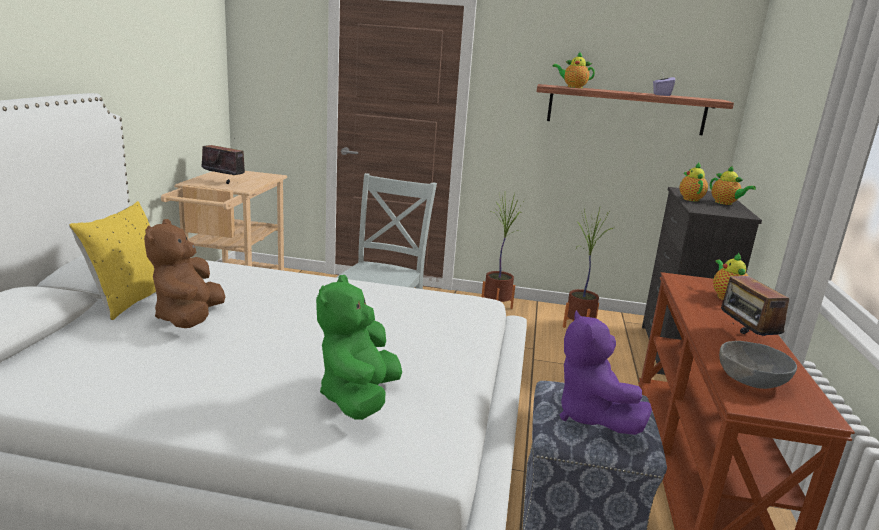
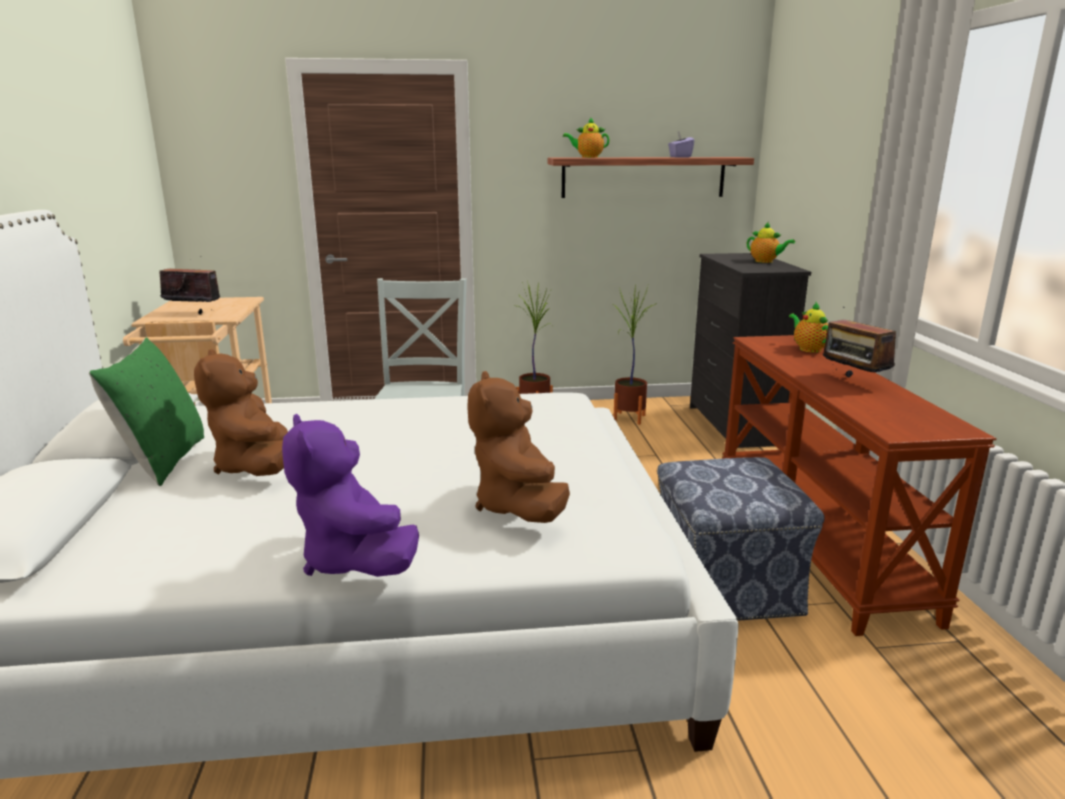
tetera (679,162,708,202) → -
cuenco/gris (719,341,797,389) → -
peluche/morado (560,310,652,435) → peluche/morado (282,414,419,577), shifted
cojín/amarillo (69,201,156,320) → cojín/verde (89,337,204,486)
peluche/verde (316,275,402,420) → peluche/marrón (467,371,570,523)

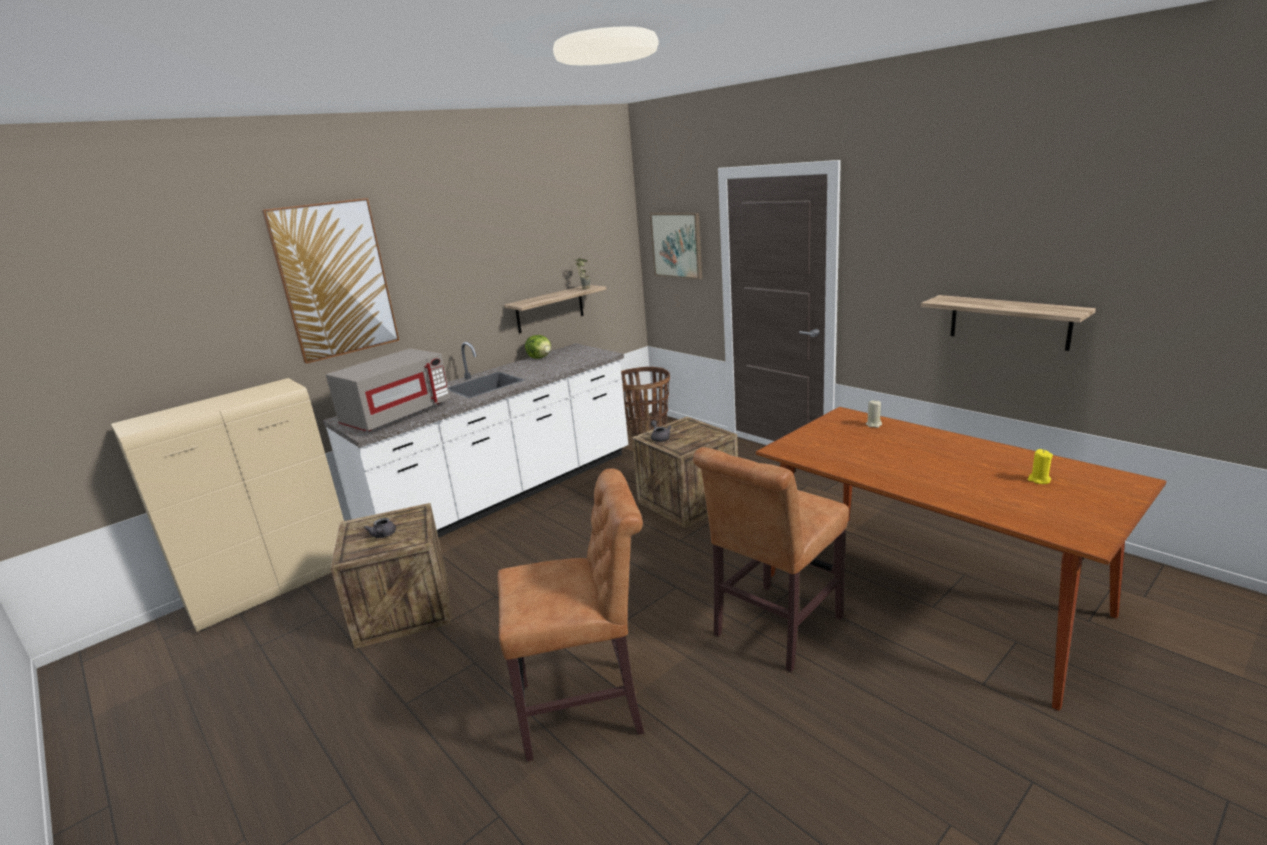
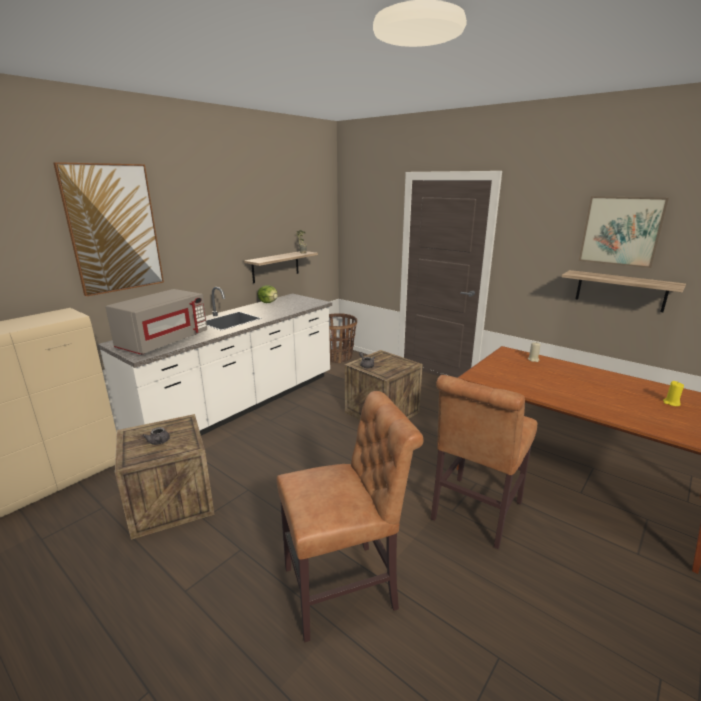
cuadro (650,213,702,279) → cuadro (579,196,669,268), shifted

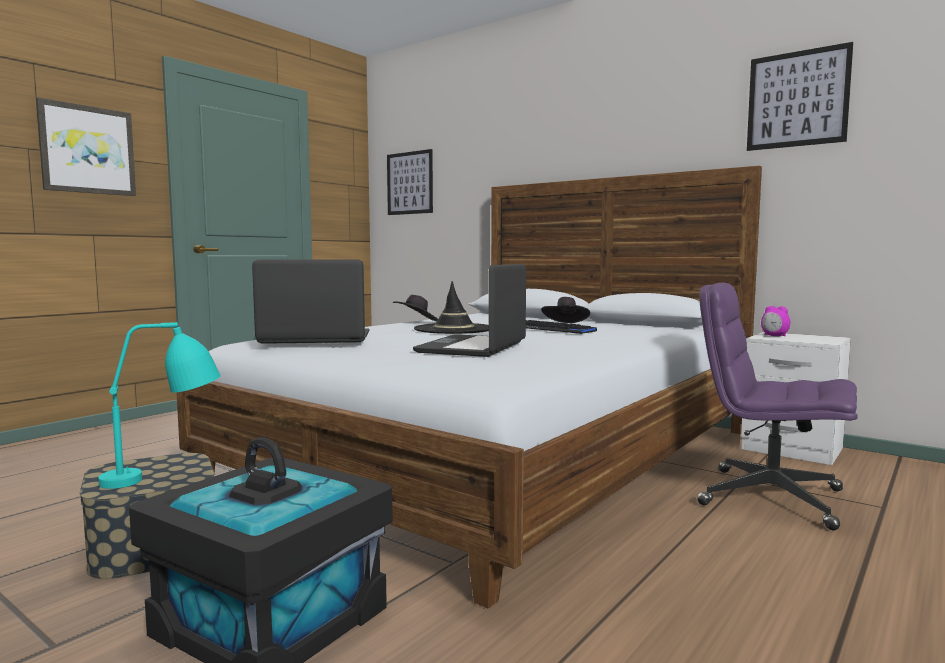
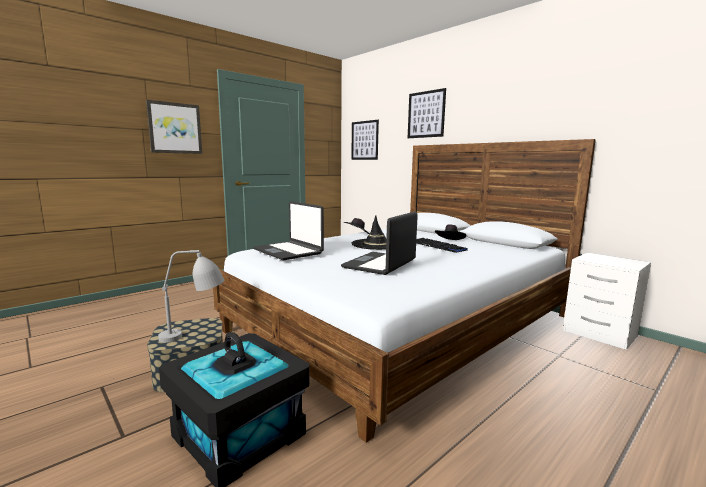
silla de oficina/morado (697,283,858,530) → -
despertador (761,306,790,336) → -
cuadro (747,42,853,151) → cuadro (408,88,446,138), shifted
lámpara de mesa/turquesa (98,322,221,489) → lámpara de mesa/gris (158,250,224,343)
portátil (252,260,370,344) → portátil (253,201,324,260), 135 degrees counterclockwise

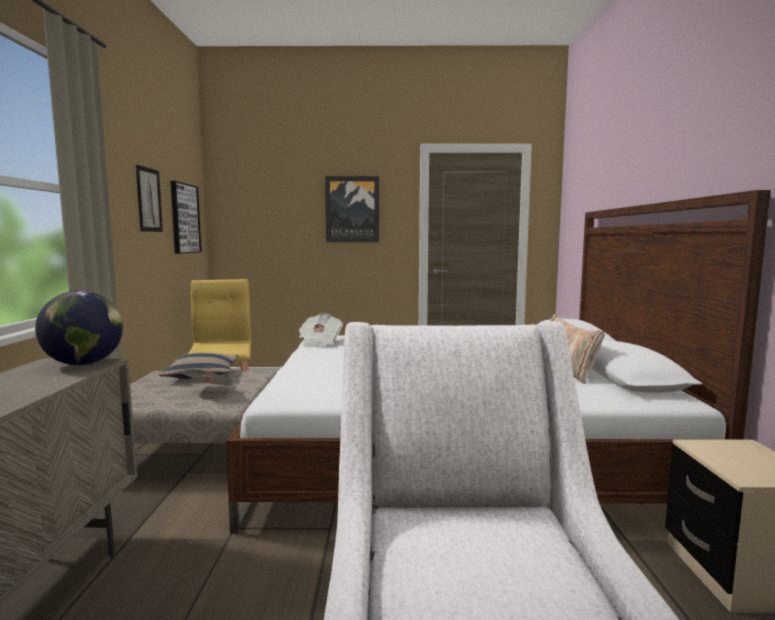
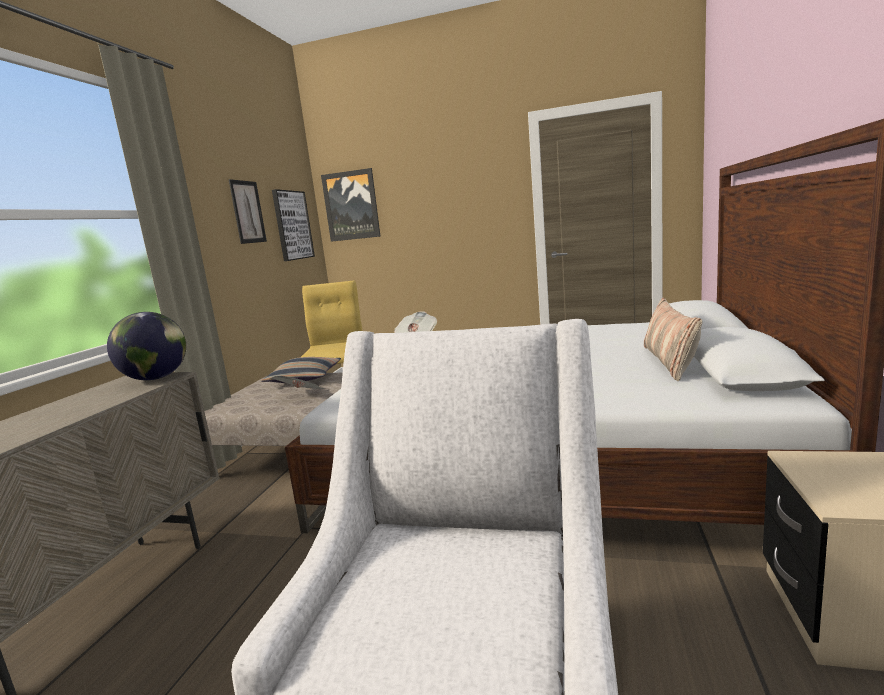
cuadro (325,176,379,242) → cuadro (321,168,380,242), shifted

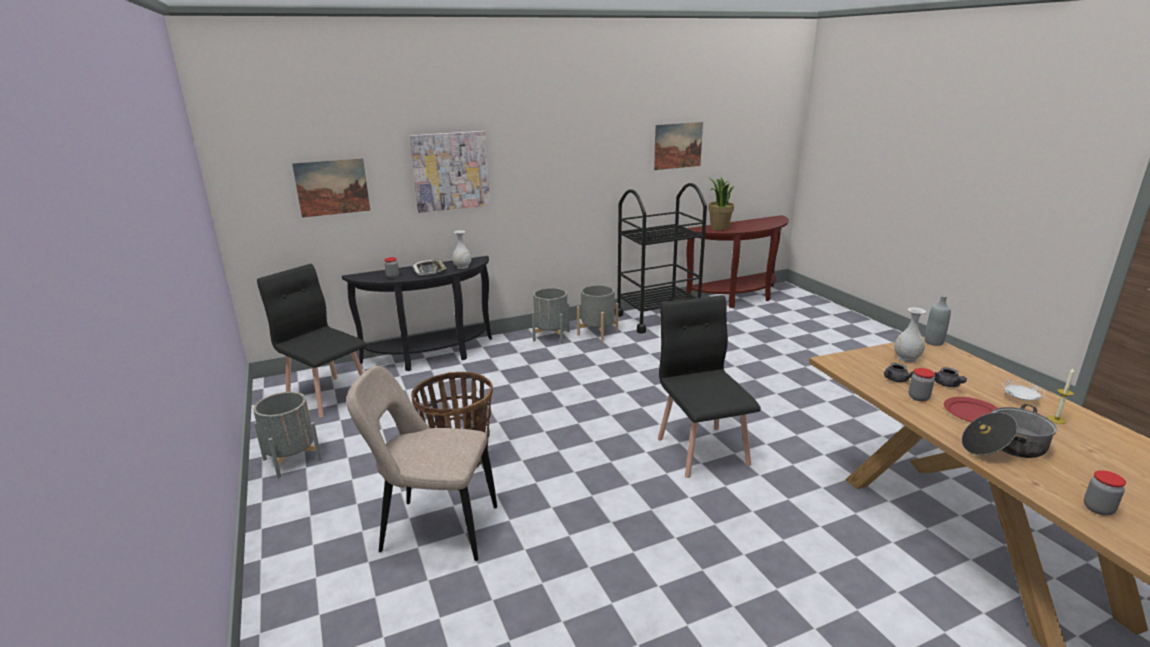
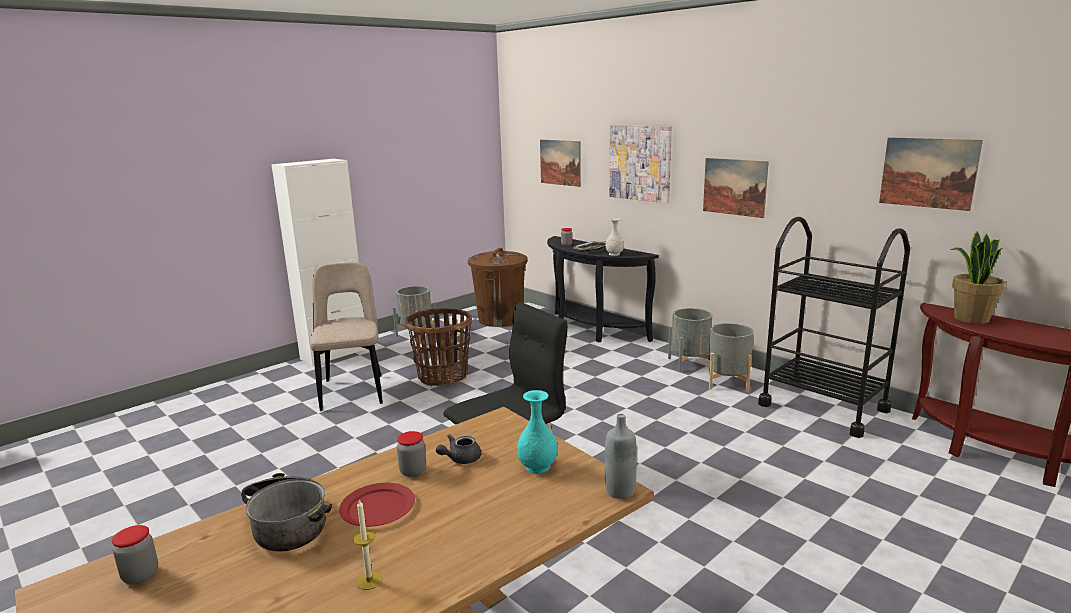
tetera/gris (934,367,967,387) → -
plato/blanco (1002,380,1045,400) → -
- → armario/blanco (271,159,368,366)
- → cuadro (703,158,769,218)
silla/negro (257,264,366,418) → papelera/marrón (468,248,528,327)
florero/blanco (894,307,926,362) → florero/turquesa (517,390,558,474)

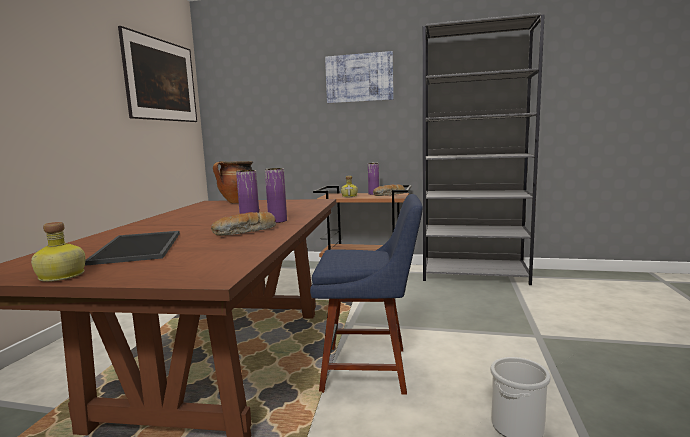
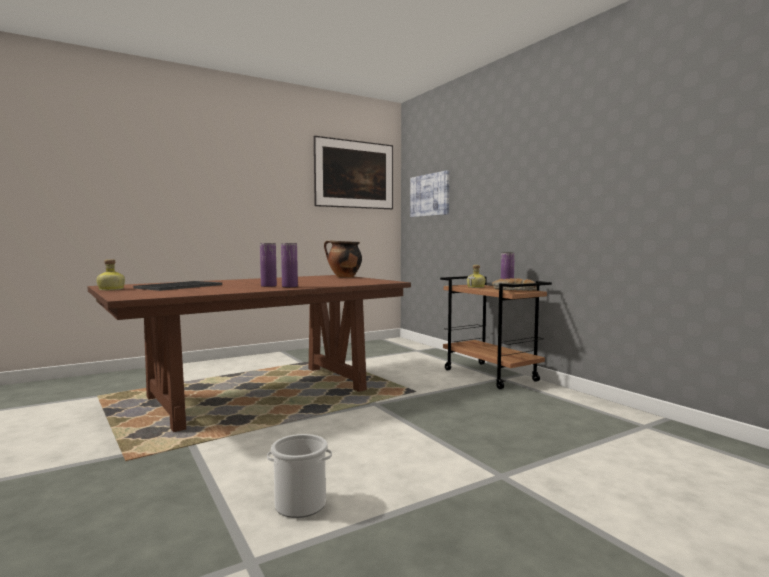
pan (211,211,276,236) → -
silla/azul (310,194,423,395) → -
estantería/gris (423,13,545,285) → -
cuadro (325,51,394,103) → cuadro (410,170,449,217), shifted

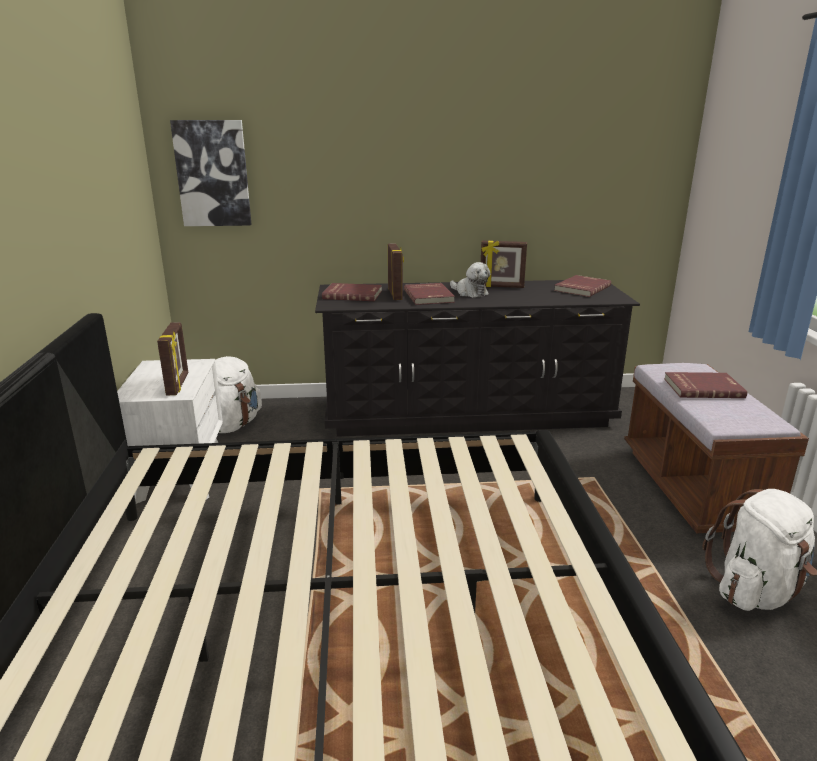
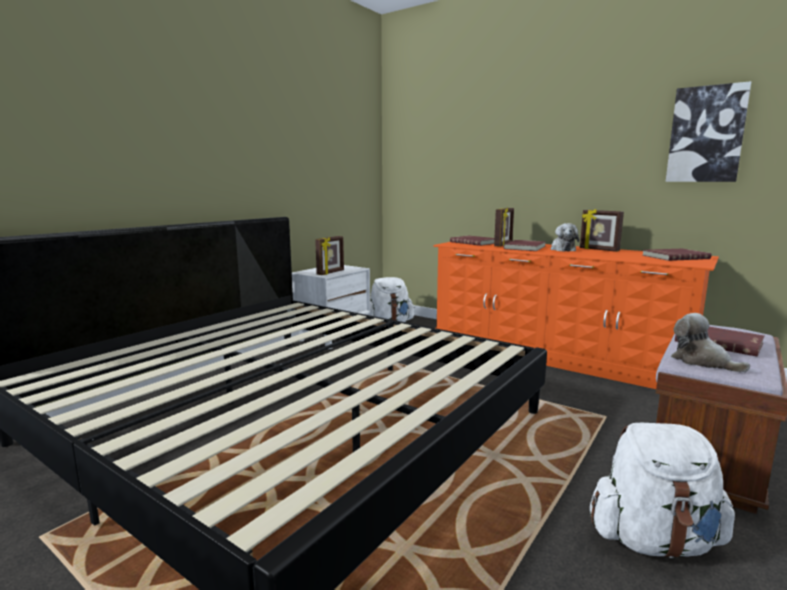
- → peluche (671,313,750,372)
cuadro (170,120,251,226) → cuadro (666,81,751,182), shifted
cómoda/negro (315,280,640,437) → cómoda/naranja (433,242,719,389)

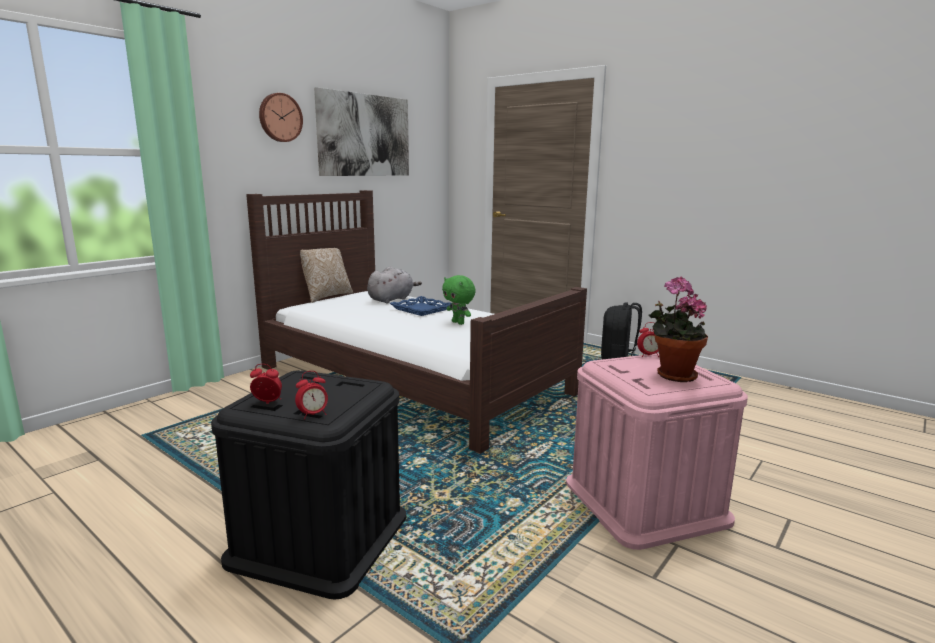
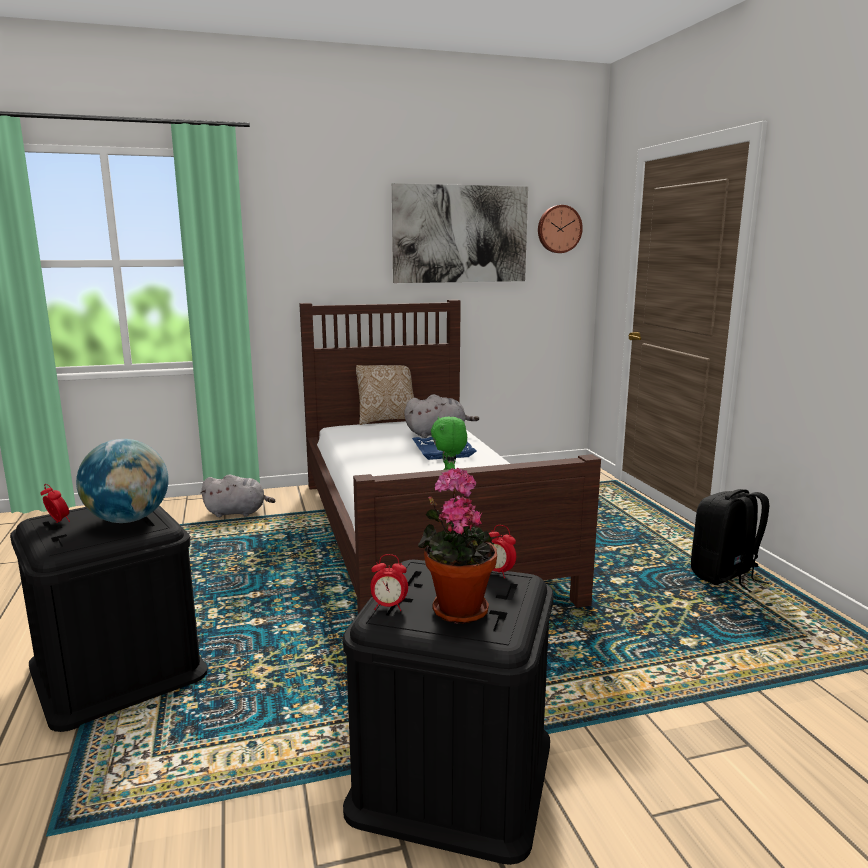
- → globo terráqueo (76,439,168,523)
- → peluche/gris (200,474,275,517)
reloj de pared (259,93,303,142) → reloj de pared (538,205,583,253), shifted
despertador (295,371,328,419) → despertador (371,554,408,611), shifted
caja de almacenaje/rosa (566,353,748,550) → caja de almacenaje/negro (343,560,554,865)

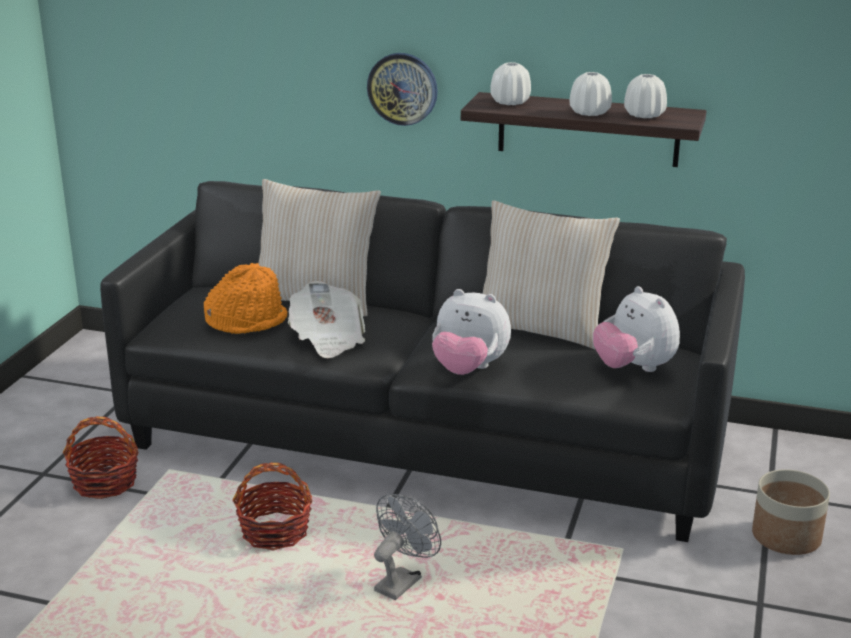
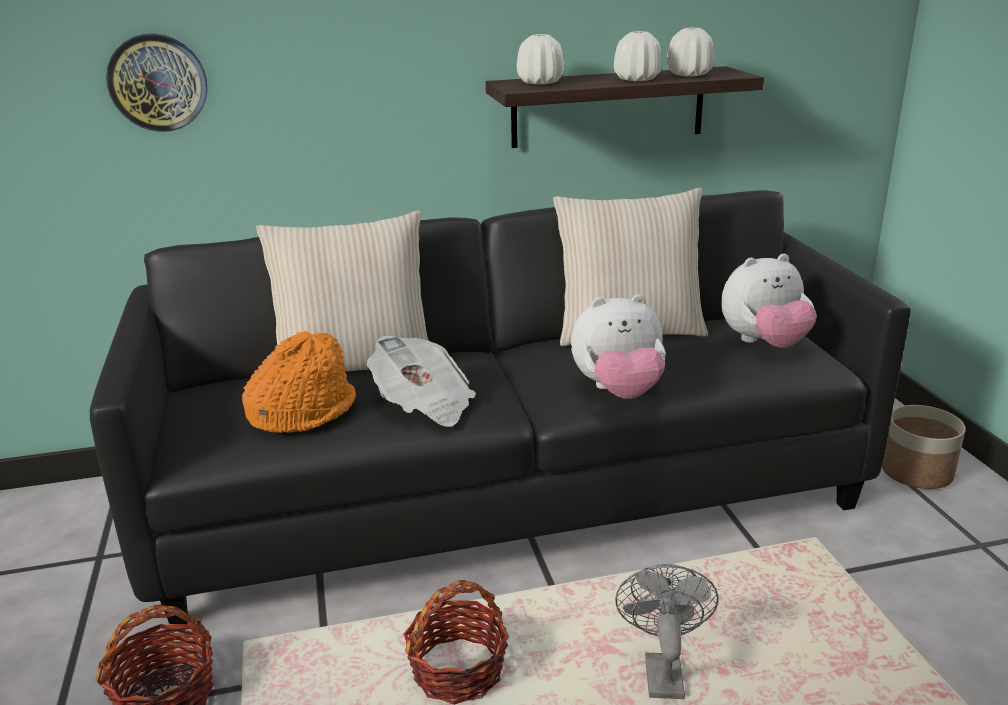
reloj de pared (367,53,438,126) → reloj de pared (106,34,207,132), shifted
peluche (593,286,680,372) → peluche (721,254,817,348), 45 degrees counterclockwise

